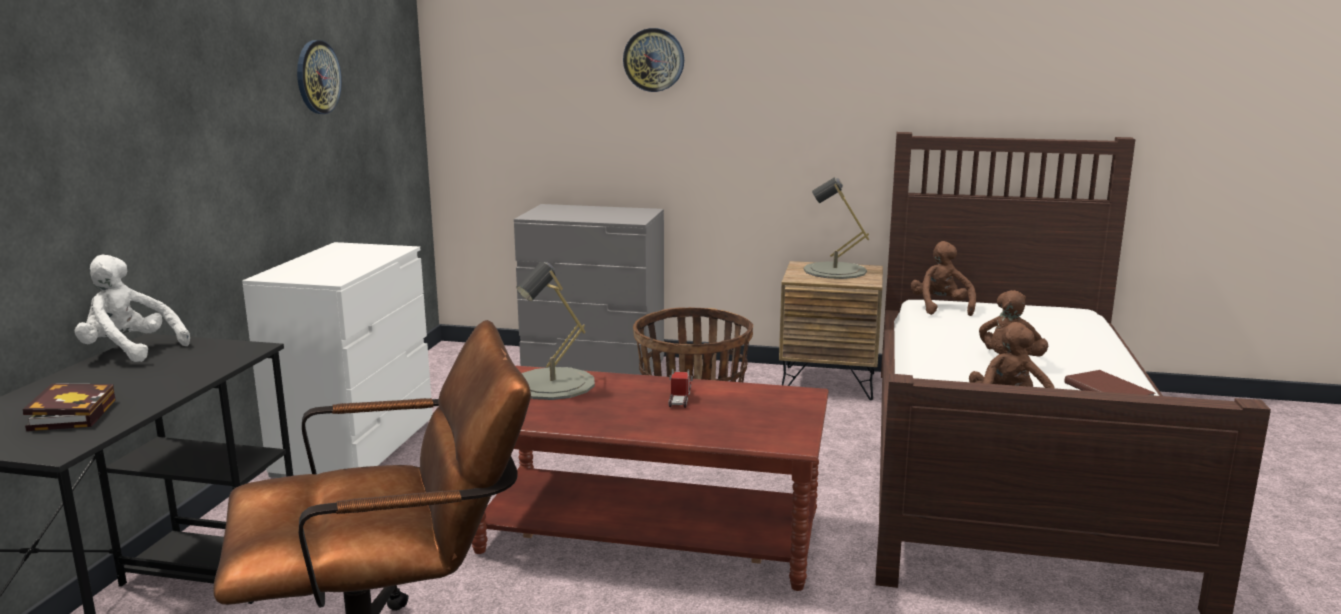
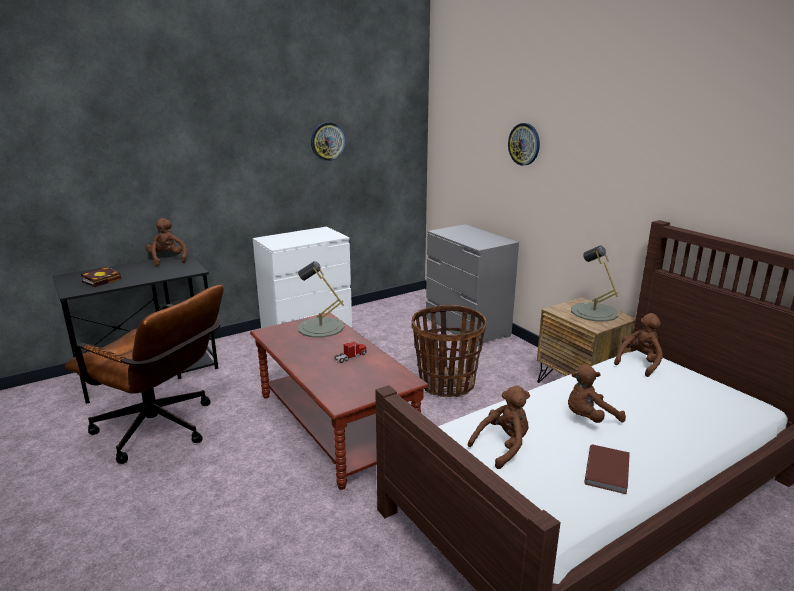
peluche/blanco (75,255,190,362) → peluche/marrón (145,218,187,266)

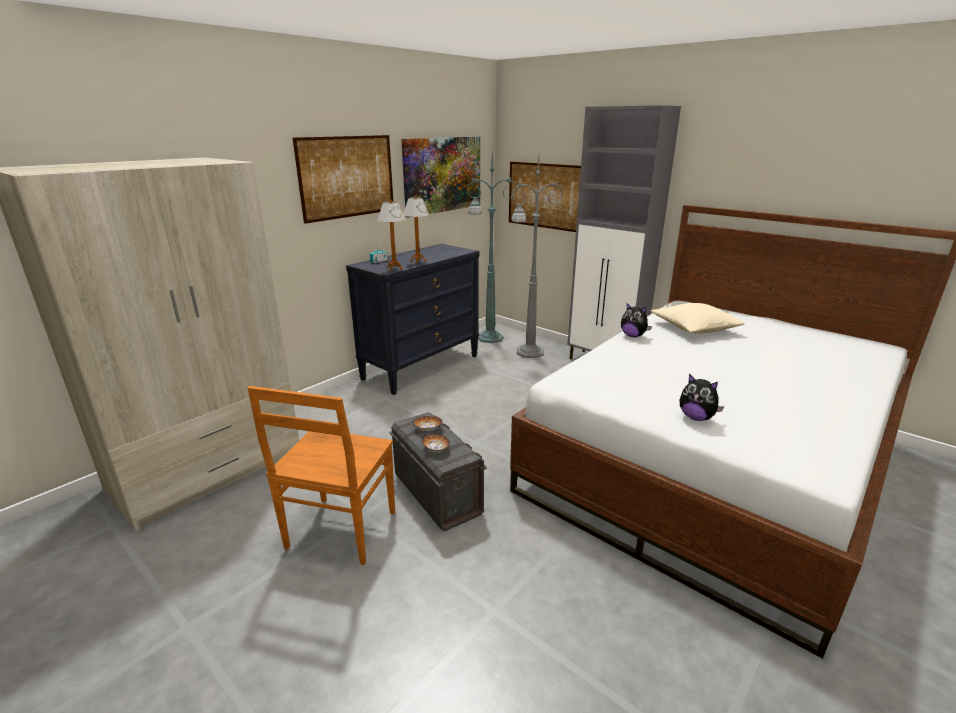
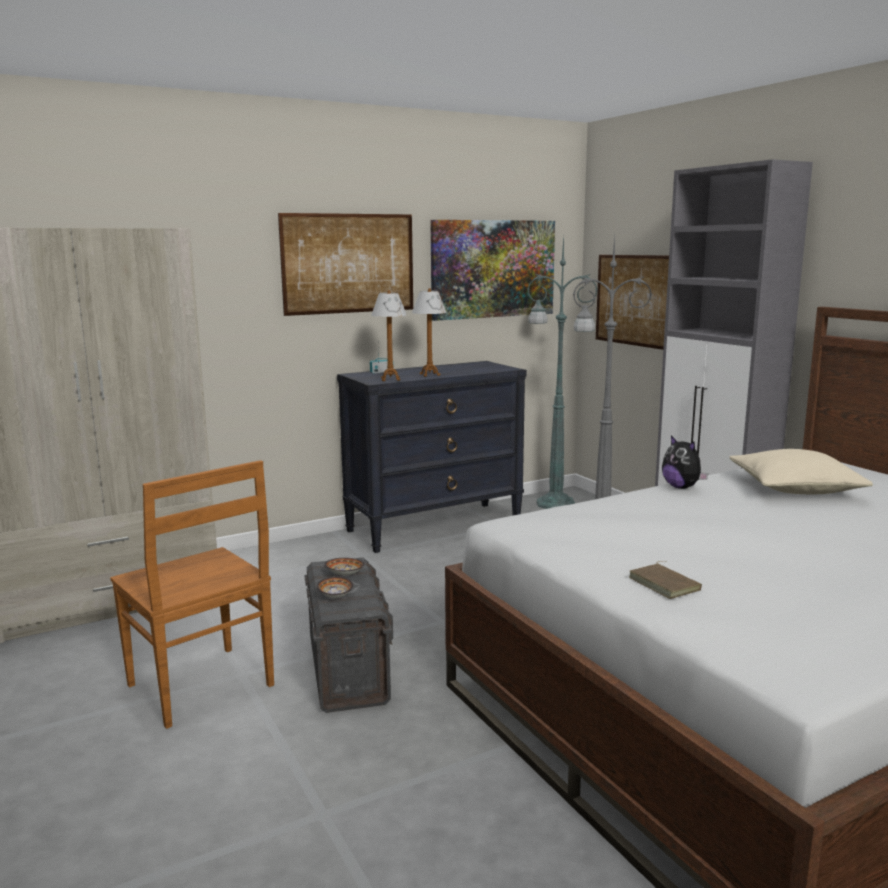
peluche (680,374,724,421) → libro/marrón (629,561,702,599)
silla/marrón (247,386,395,565) → silla/marrón (110,460,274,729), 75 degrees counterclockwise

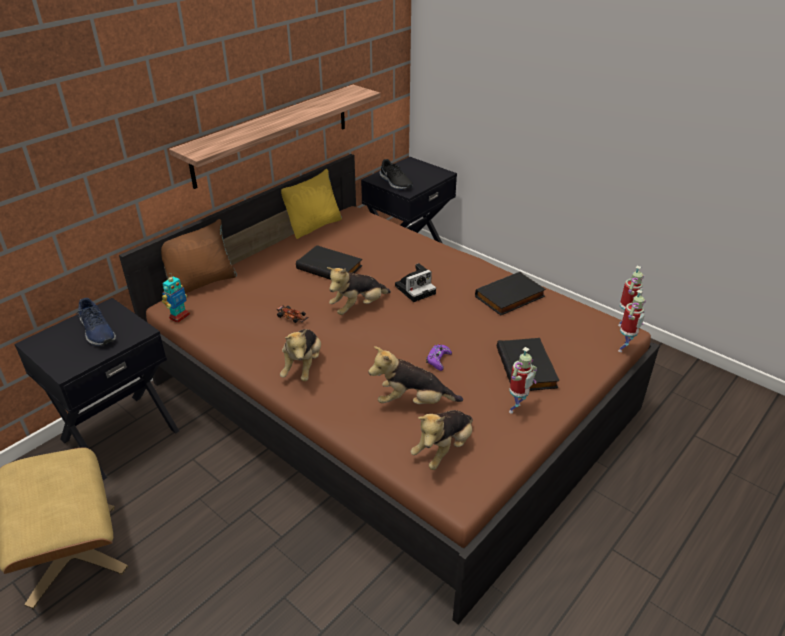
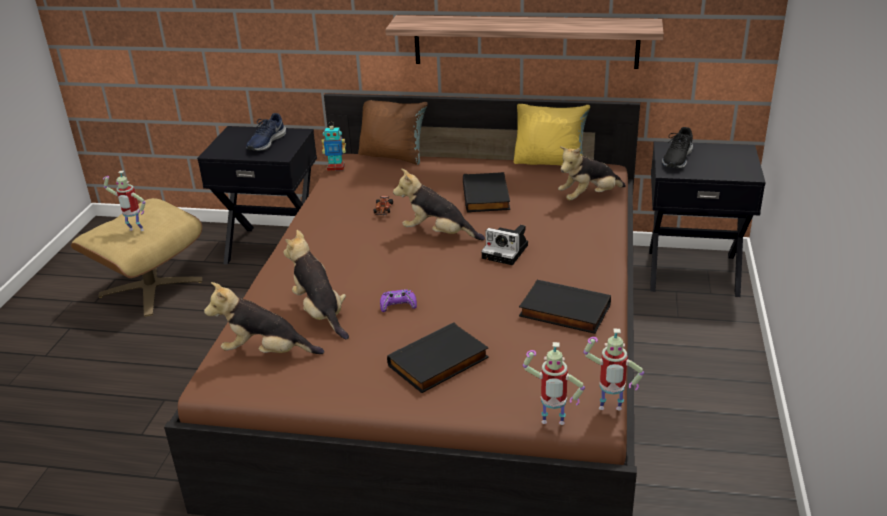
peluche (280,329,321,381) → peluche (558,146,626,201), shifted
robot de juguete (509,347,537,413) → robot de juguete (103,171,146,231), shifted

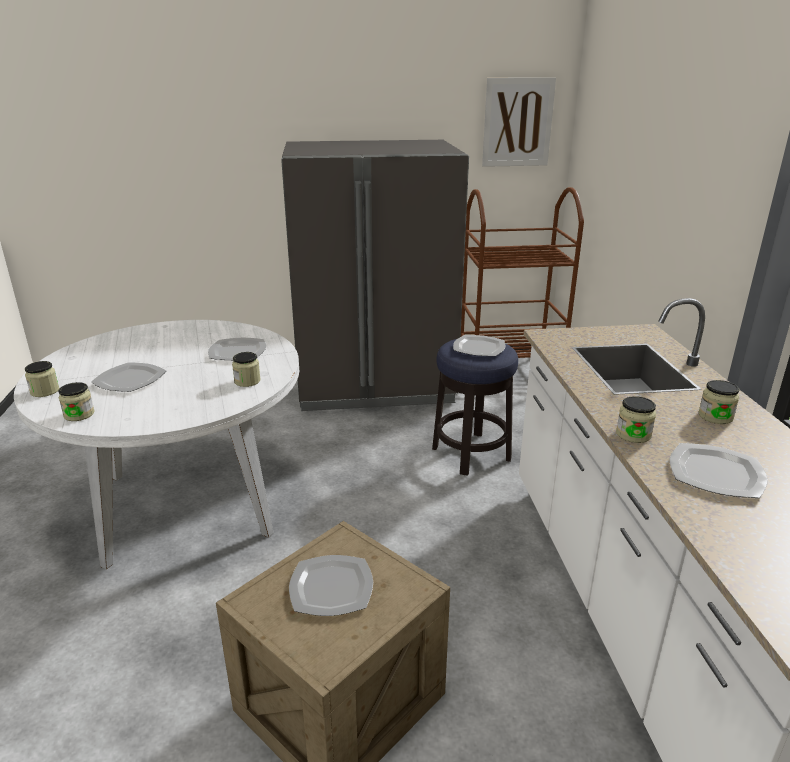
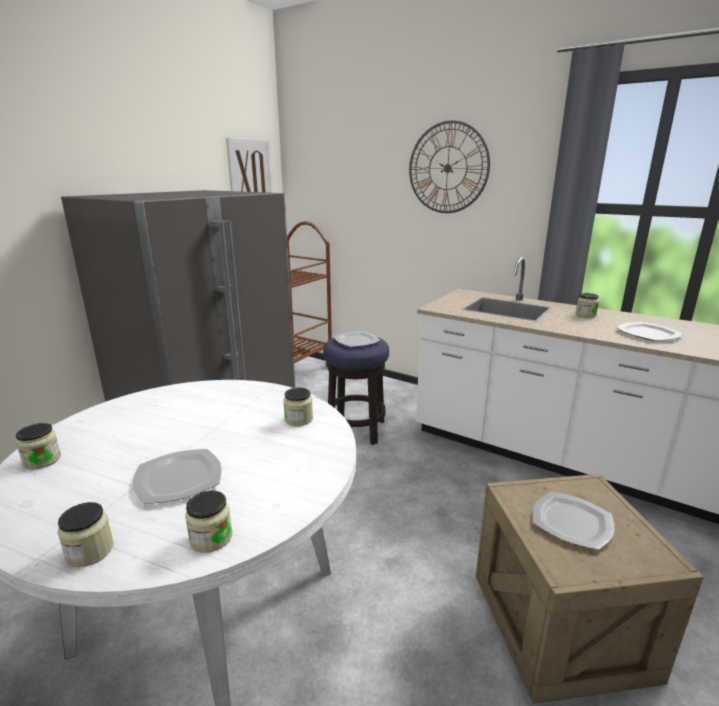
plato (208,338,266,360) → -
- → reloj de pared (409,121,490,213)
tarro (616,396,656,443) → tarro (16,423,61,470), shifted

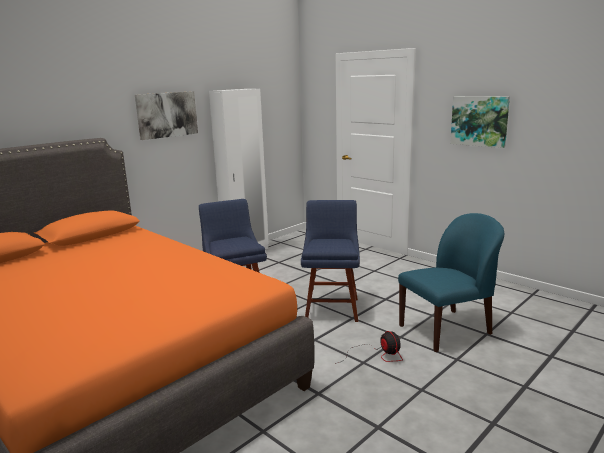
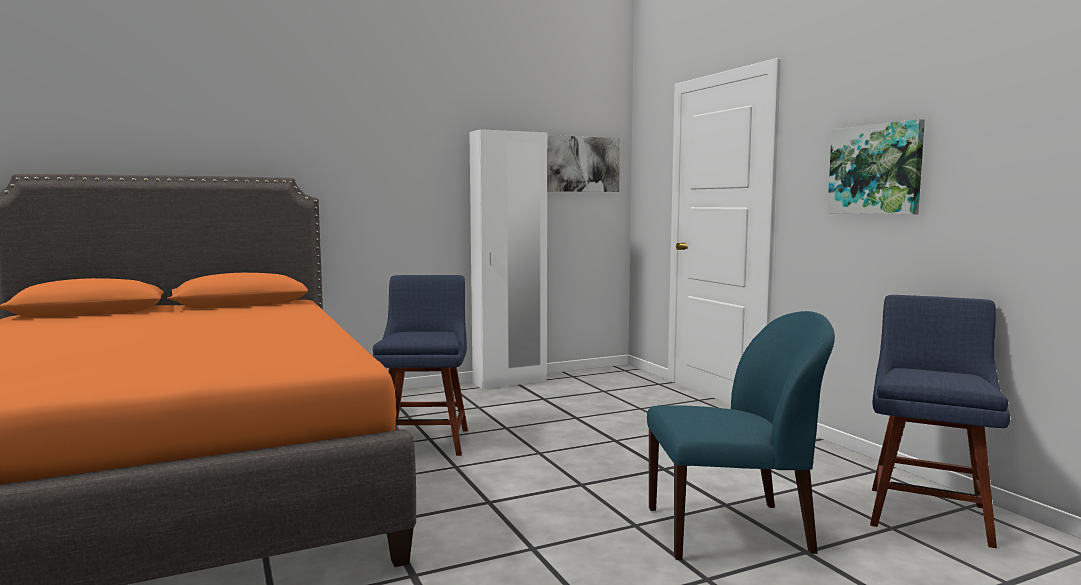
ventilador (335,331,403,364) → -
cuadro (135,91,198,140) → cuadro (547,135,620,192), shifted
silla/azul (301,200,360,322) → silla/azul (870,295,1010,548), shifted

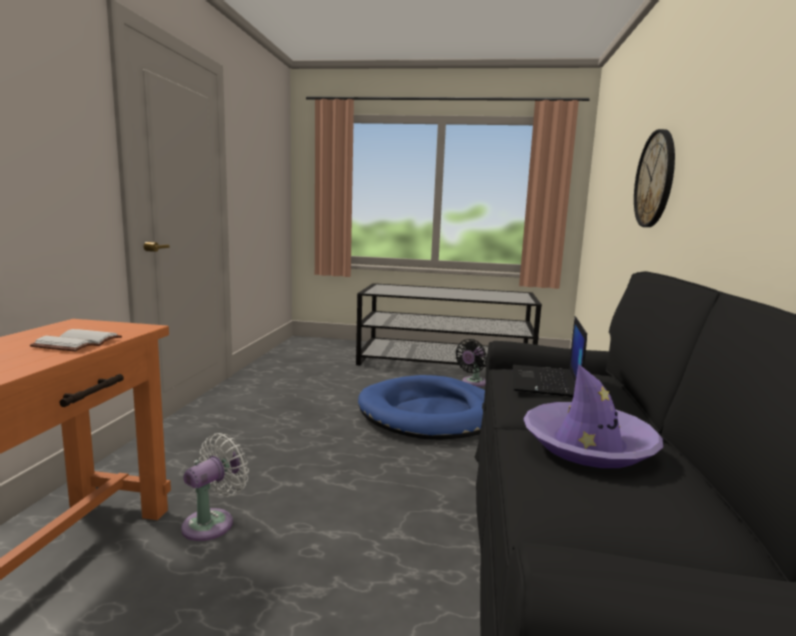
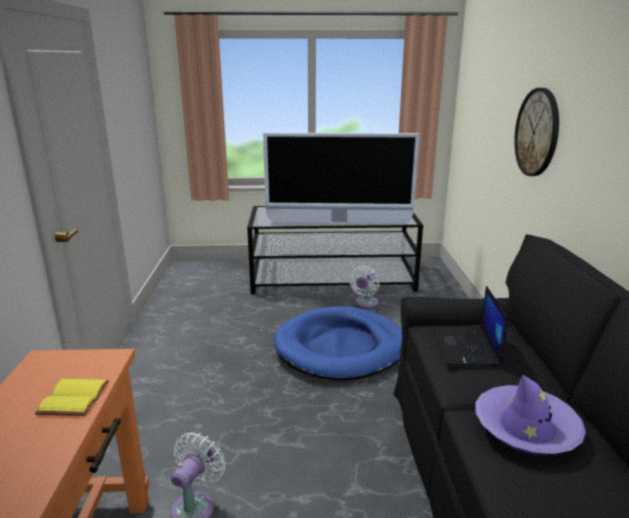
- → televisor (263,132,420,224)
libro/blanco (30,329,122,352) → libro/amarillo (35,379,109,416)
ventilador/negro (455,339,487,387) → ventilador/blanco (349,266,379,308)

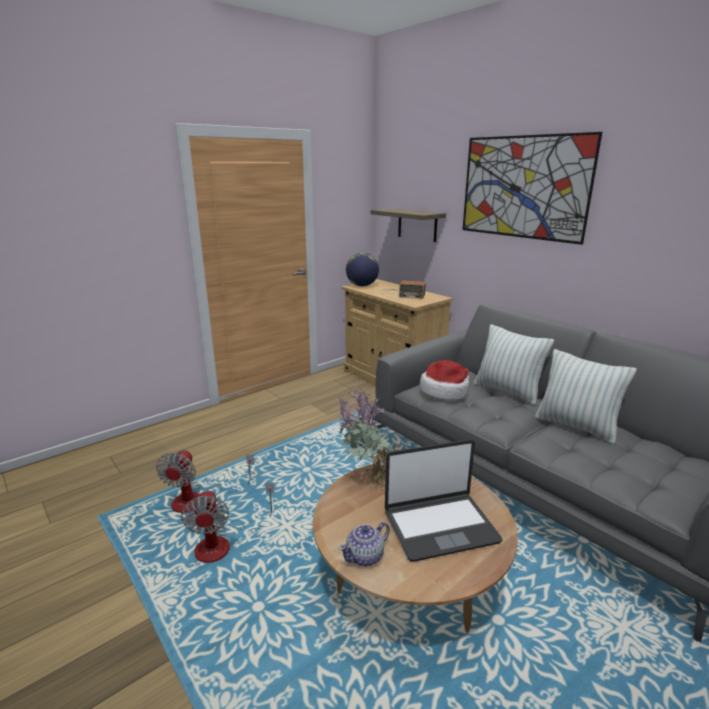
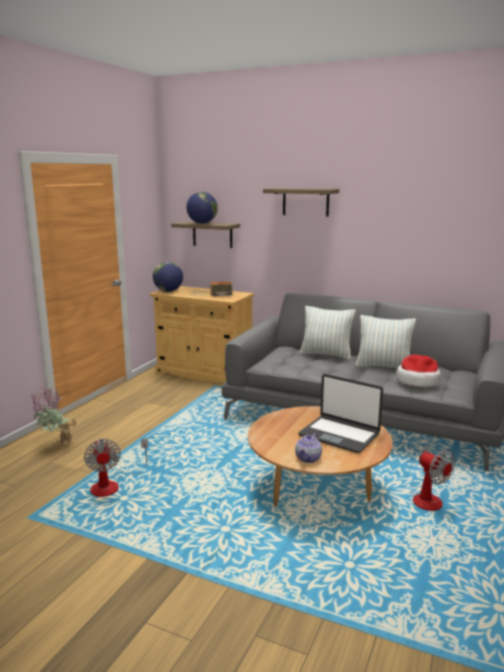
- → globo terráqueo (186,192,218,224)
ventilador (181,482,274,563) → ventilador (411,445,455,511), shifted
planta en maceta (336,388,399,488) → planta en maceta (30,386,77,449), shifted
sombrero (420,360,470,400) → sombrero (396,354,441,387), shifted
cuadro (462,132,602,245) → estante (263,188,339,216)
portátil (385,439,502,562) → portátil (298,374,383,453), 75 degrees clockwise

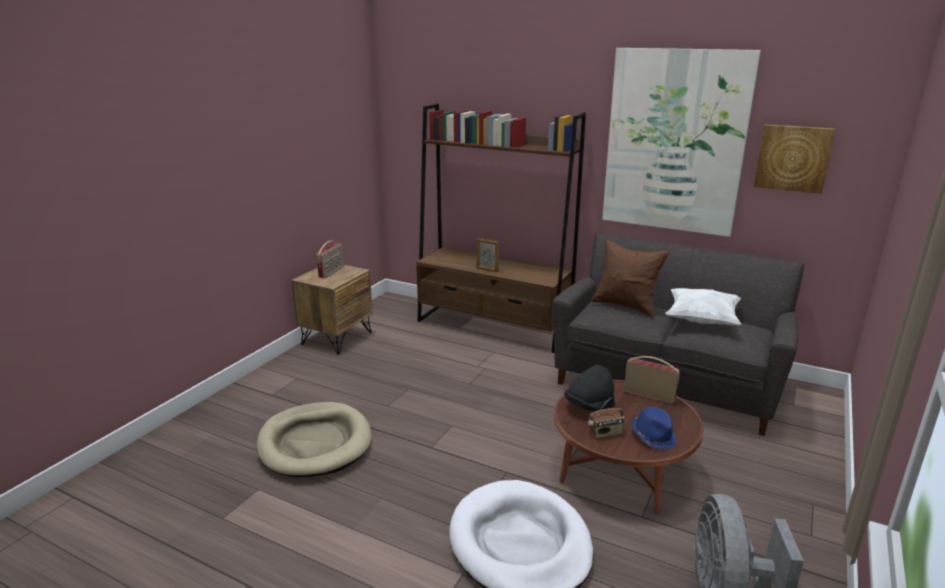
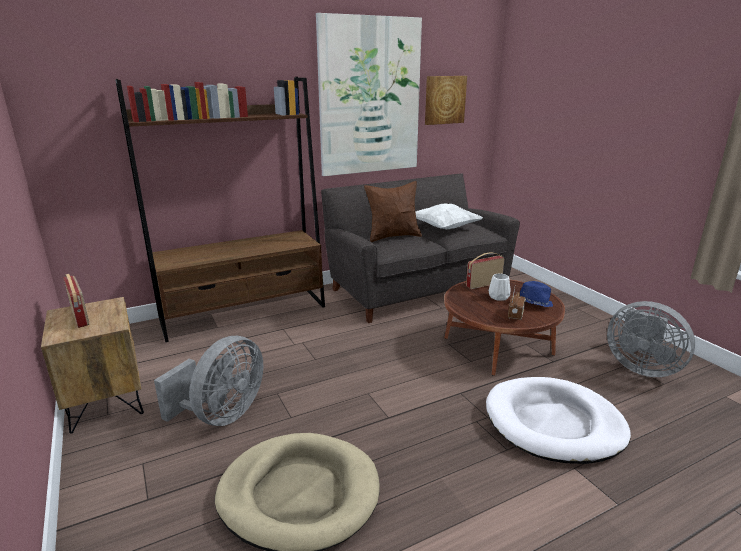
portarretratos (477,238,499,272) → -
sombrero/negro (564,365,615,411) → -
- → ventilador/gris (154,336,263,426)
- → florero/blanco (489,274,510,301)

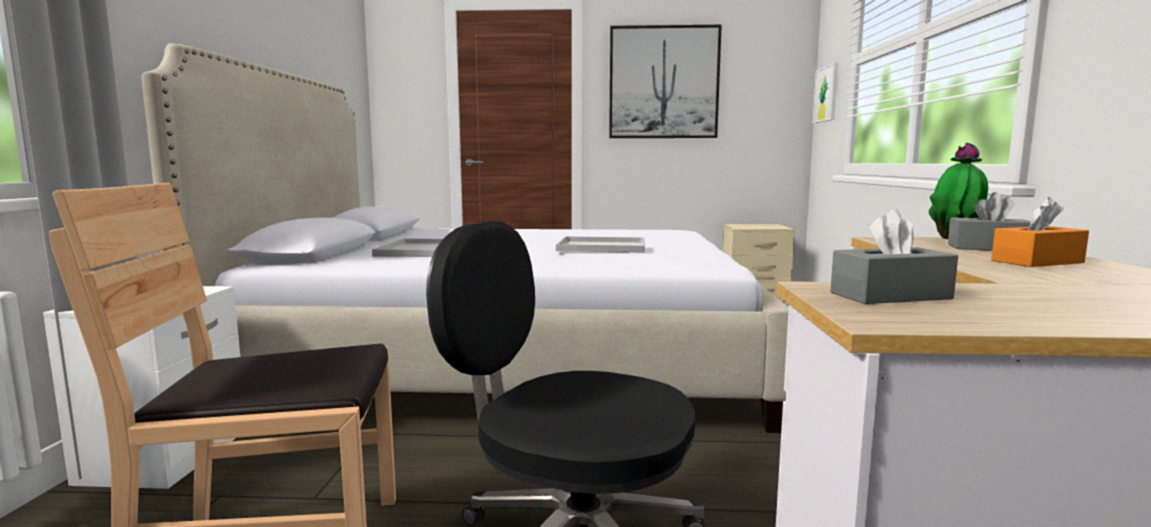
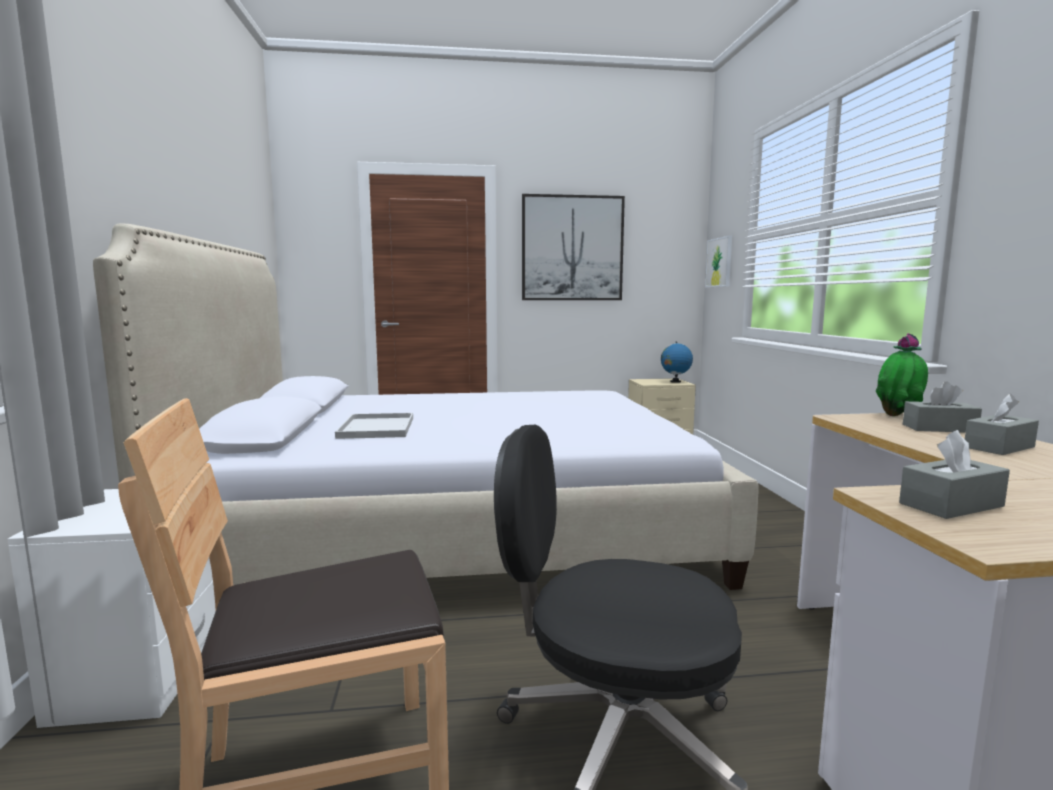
bandeja/blanco (556,236,645,253) → -
- → globo terráqueo (661,341,693,383)
caja de pañuelos/naranja (991,197,1089,267) → caja de pañuelos/gris (965,394,1039,455)

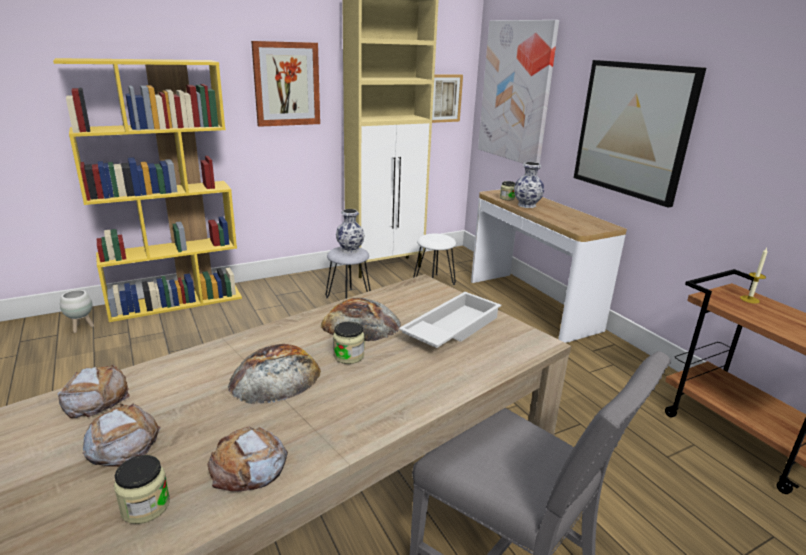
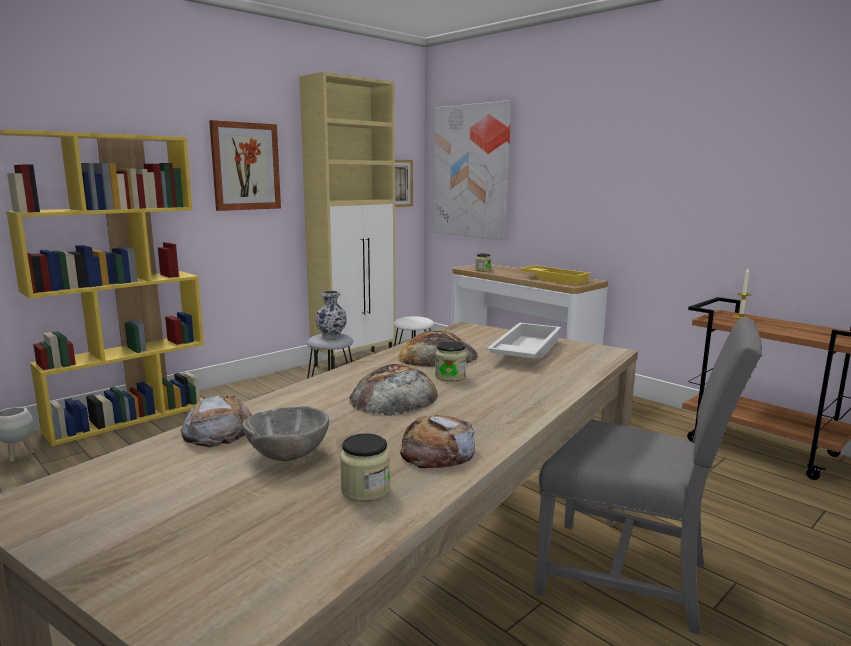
florero (514,162,544,208) → -
cuadro (574,60,706,208) → -
- → bandeja/amarillo (519,265,591,285)
pan (83,404,161,467) → cuenco/gris (242,406,329,461)

